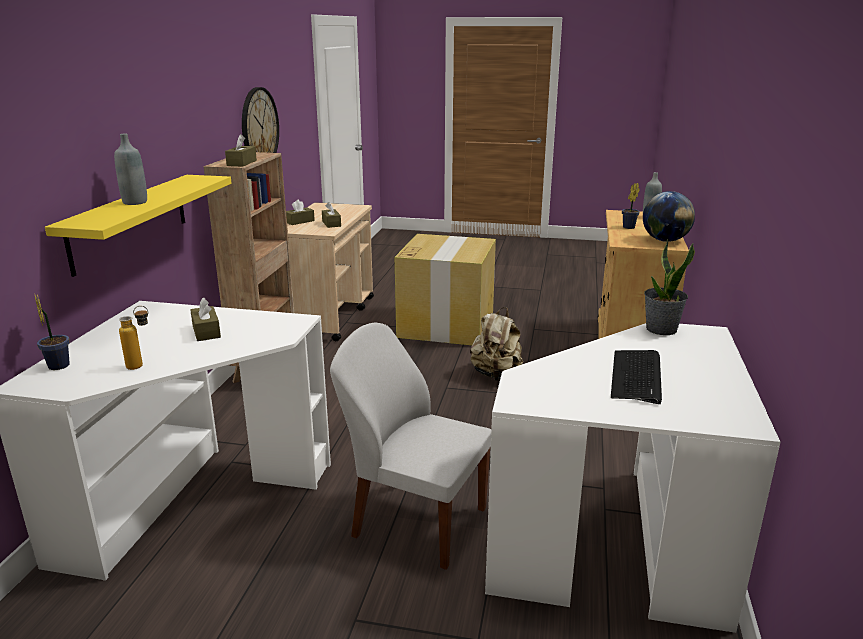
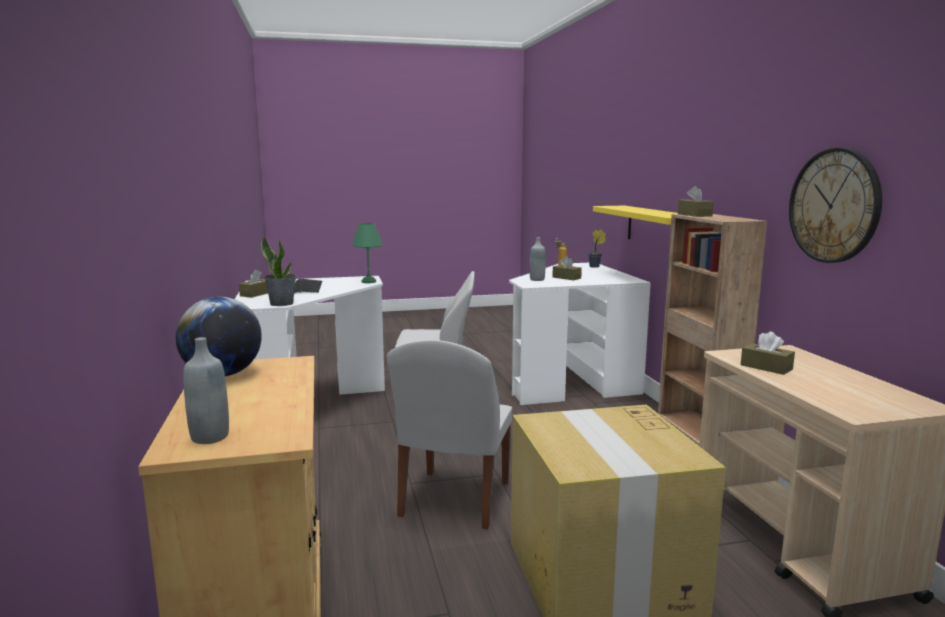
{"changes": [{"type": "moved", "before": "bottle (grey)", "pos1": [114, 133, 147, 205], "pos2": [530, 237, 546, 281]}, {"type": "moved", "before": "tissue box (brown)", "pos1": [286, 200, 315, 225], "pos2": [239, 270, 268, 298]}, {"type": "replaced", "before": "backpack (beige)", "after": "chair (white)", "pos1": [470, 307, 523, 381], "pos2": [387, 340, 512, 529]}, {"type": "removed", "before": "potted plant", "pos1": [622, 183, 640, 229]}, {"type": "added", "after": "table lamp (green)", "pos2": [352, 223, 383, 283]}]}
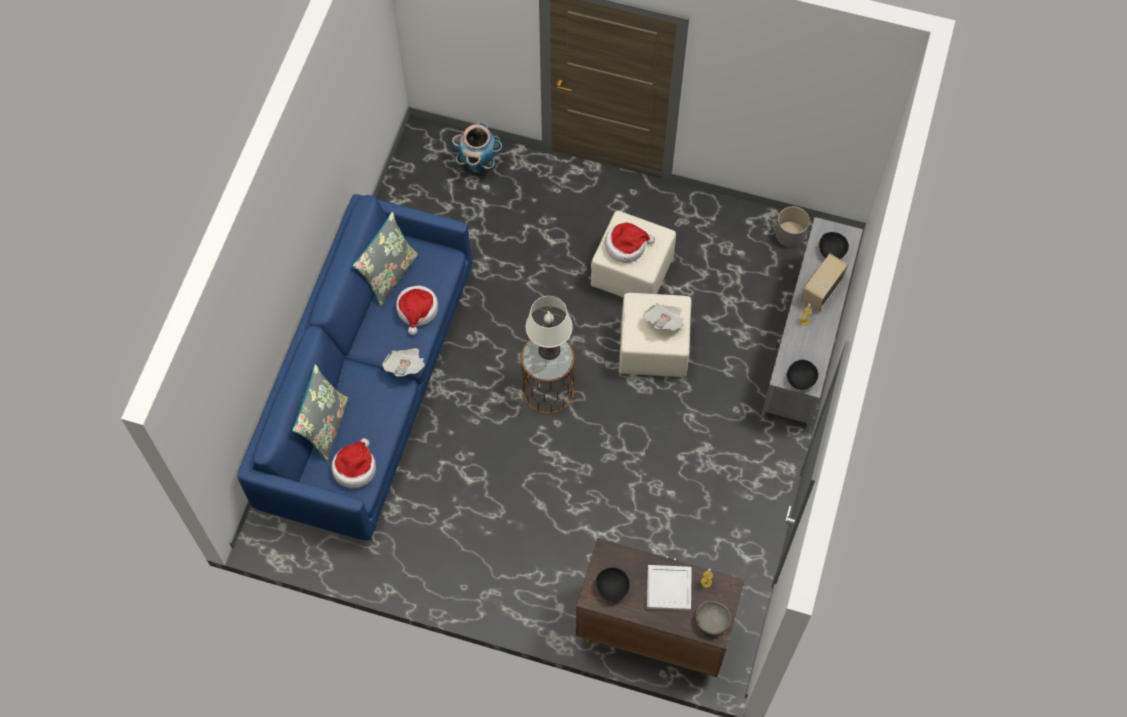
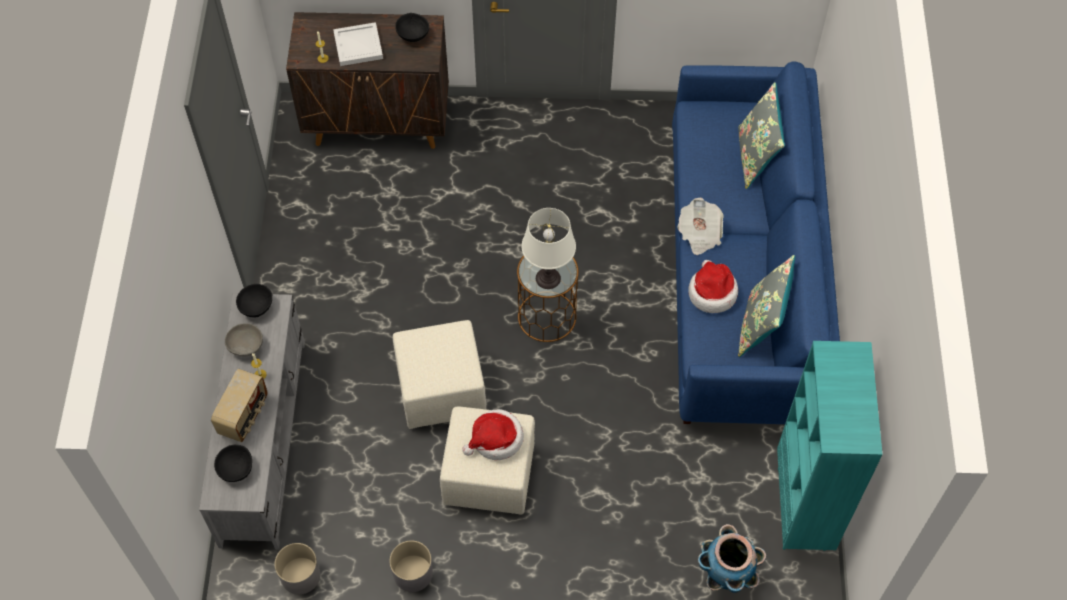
{"changes": [{"type": "removed", "before": "hat", "pos1": [331, 438, 376, 488]}, {"type": "removed", "before": "newspaper", "pos1": [644, 303, 684, 330]}, {"type": "moved", "before": "bowl (grey)", "pos1": [695, 601, 731, 635], "pos2": [225, 323, 263, 356]}, {"type": "added", "after": "planter (grey)", "pos2": [389, 540, 433, 592]}, {"type": "added", "after": "bookcase (turquoise)", "pos2": [777, 341, 883, 551]}]}
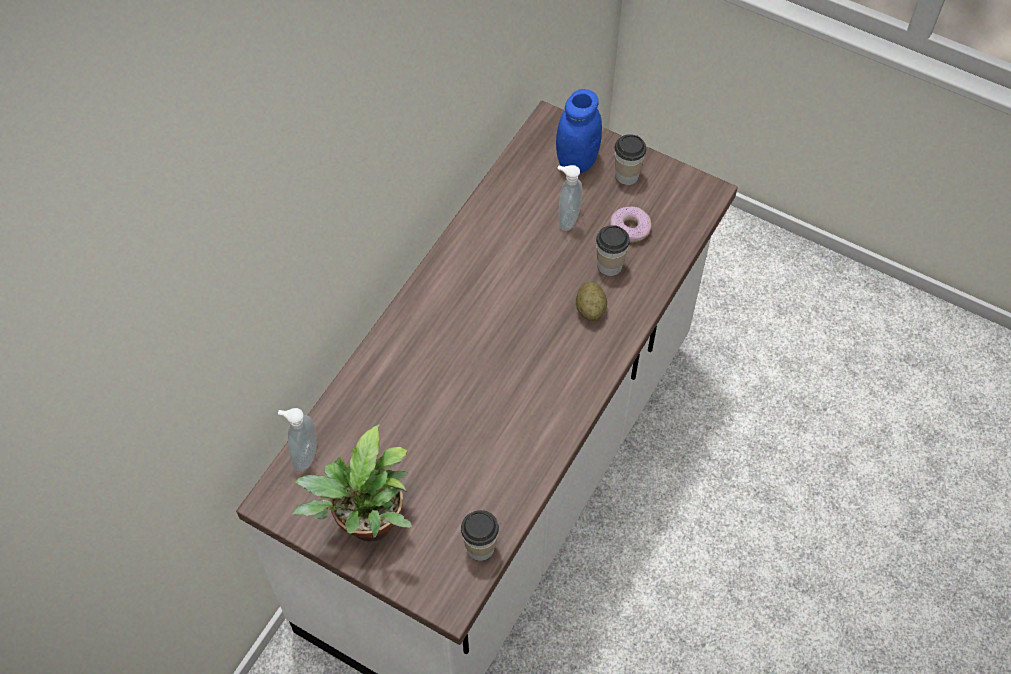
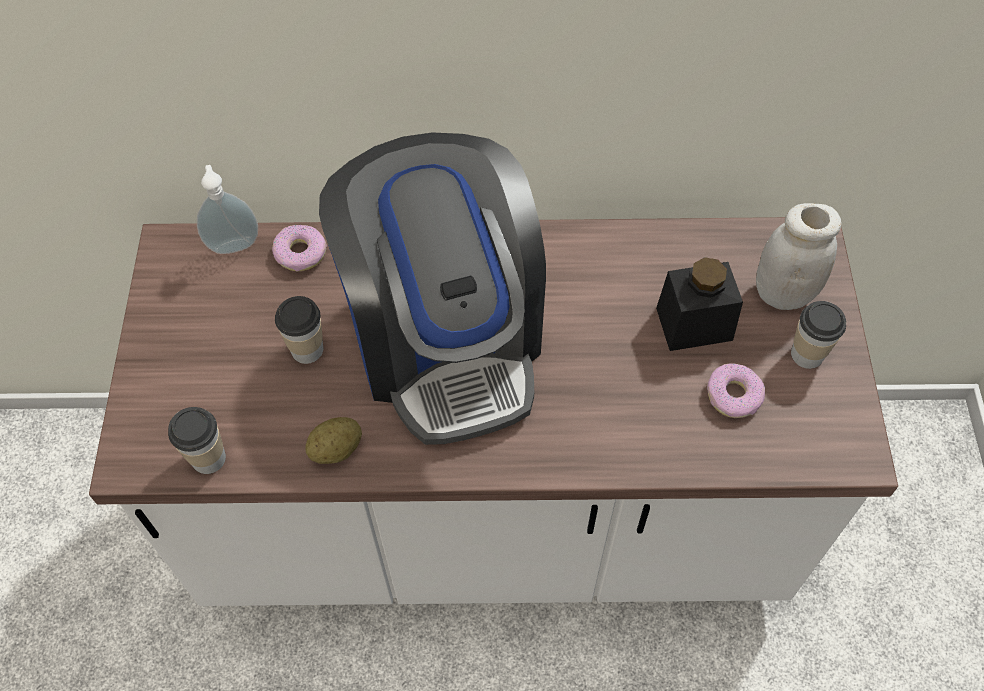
{"changes": [{"type": "removed", "before": "potted plant", "pos1": [292, 424, 412, 542]}, {"type": "recoloured", "before": "jar (blue)", "after": "jar (white)", "pos1": [556, 89, 602, 173], "pos2": [756, 203, 841, 310]}, {"type": "replaced", "before": "soap dispenser", "after": "jar (black)", "pos1": [558, 165, 582, 231], "pos2": [656, 257, 743, 351]}, {"type": "moved", "before": "potato", "pos1": [576, 282, 607, 322], "pos2": [305, 417, 362, 464]}, {"type": "moved", "before": "cup", "pos1": [596, 225, 630, 276], "pos2": [275, 296, 323, 364]}, {"type": "added", "after": "donut", "pos2": [272, 224, 327, 272]}, {"type": "added", "after": "coffee machine", "pos2": [319, 132, 546, 445]}]}
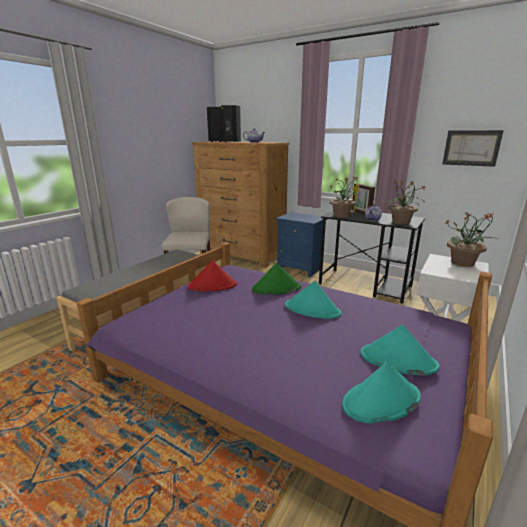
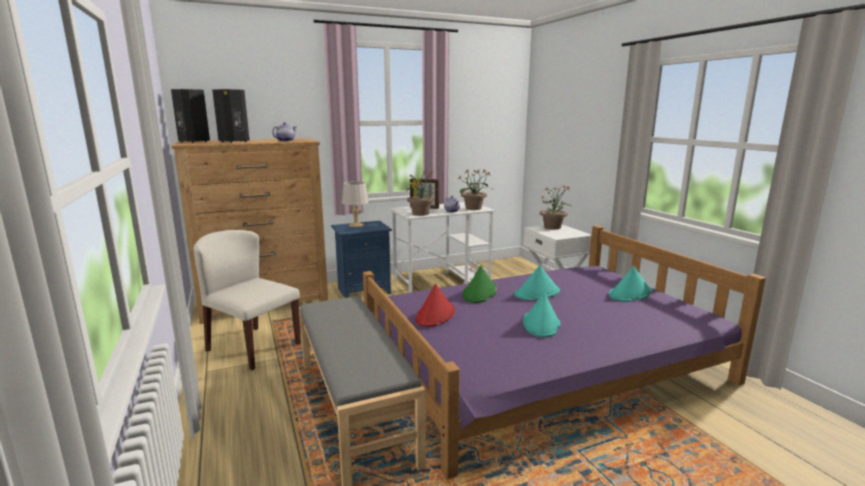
{"changes": [{"type": "recoloured", "before": "desk (black)", "after": "desk (white)", "pos1": [319, 209, 425, 304], "pos2": [390, 202, 496, 293]}, {"type": "moved", "before": "hat (turquoise)", "pos1": [342, 362, 421, 423], "pos2": [523, 292, 560, 338]}, {"type": "removed", "before": "picture", "pos1": [442, 130, 504, 167]}, {"type": "added", "after": "table lamp (grey)", "pos2": [342, 181, 369, 227]}]}
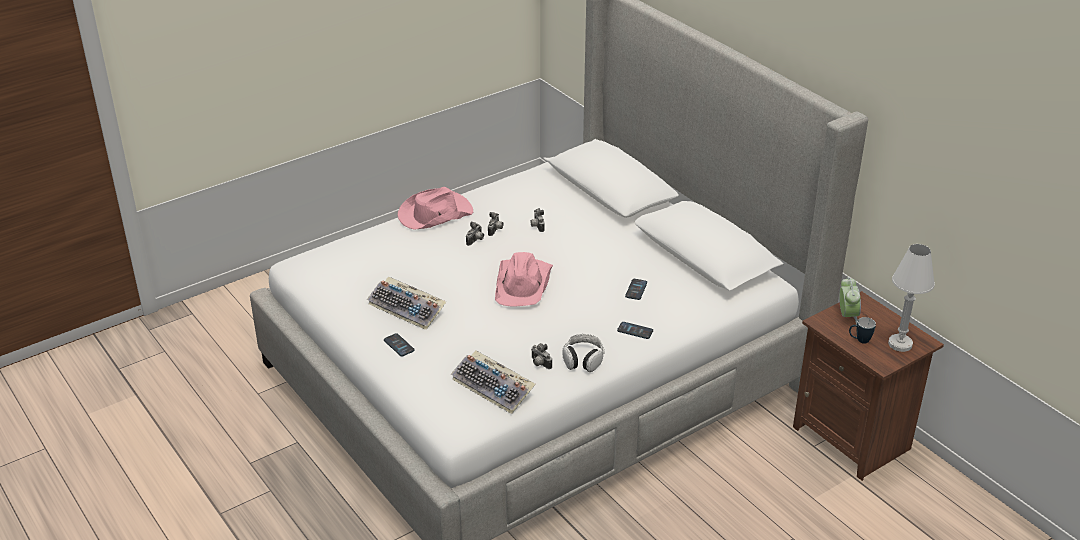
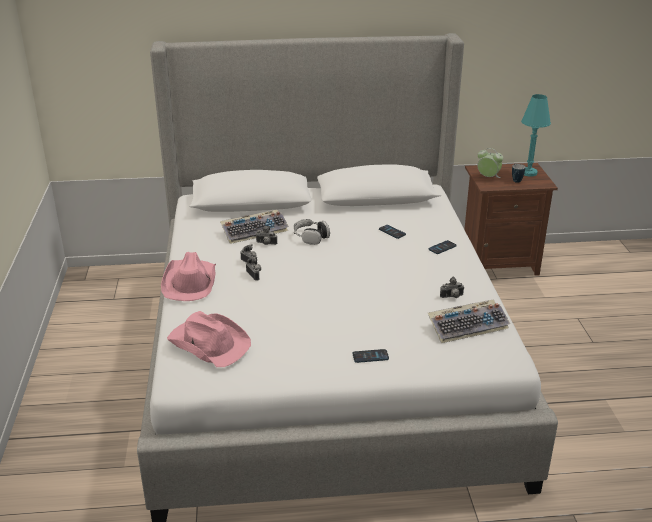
{"changes": [{"type": "moved", "before": "keyboard", "pos1": [367, 276, 446, 330], "pos2": [220, 210, 289, 244]}, {"type": "moved", "before": "hat (pink)", "pos1": [495, 252, 553, 306], "pos2": [167, 311, 251, 367]}, {"type": "moved", "before": "headphones", "pos1": [562, 334, 604, 372], "pos2": [294, 219, 330, 245]}, {"type": "recoloured", "before": "table lamp (white)", "after": "table lamp (turquoise)", "pos1": [888, 244, 935, 352], "pos2": [521, 94, 551, 177]}]}
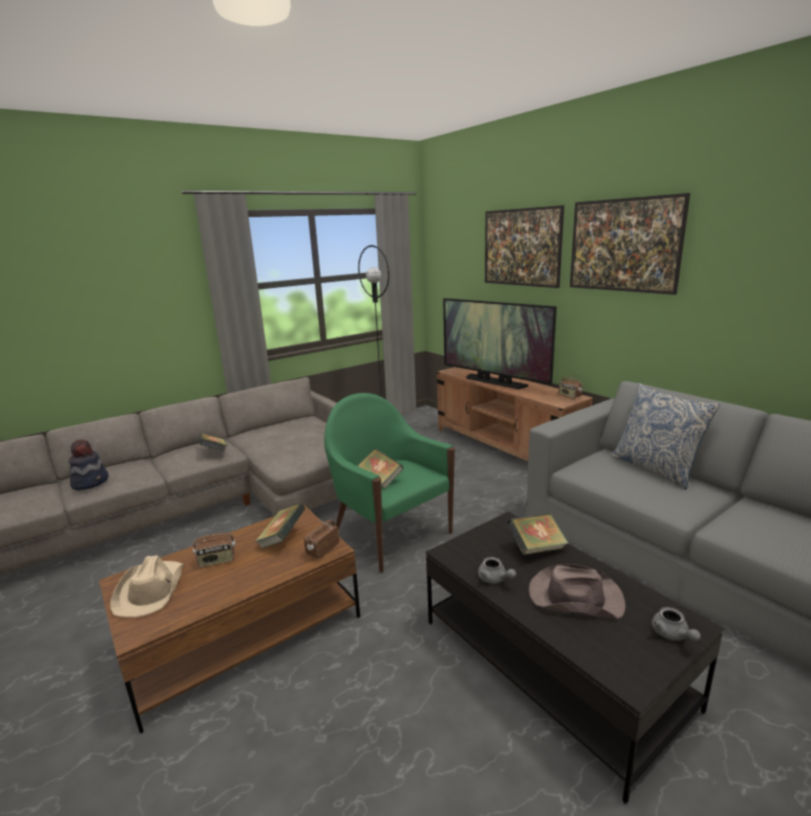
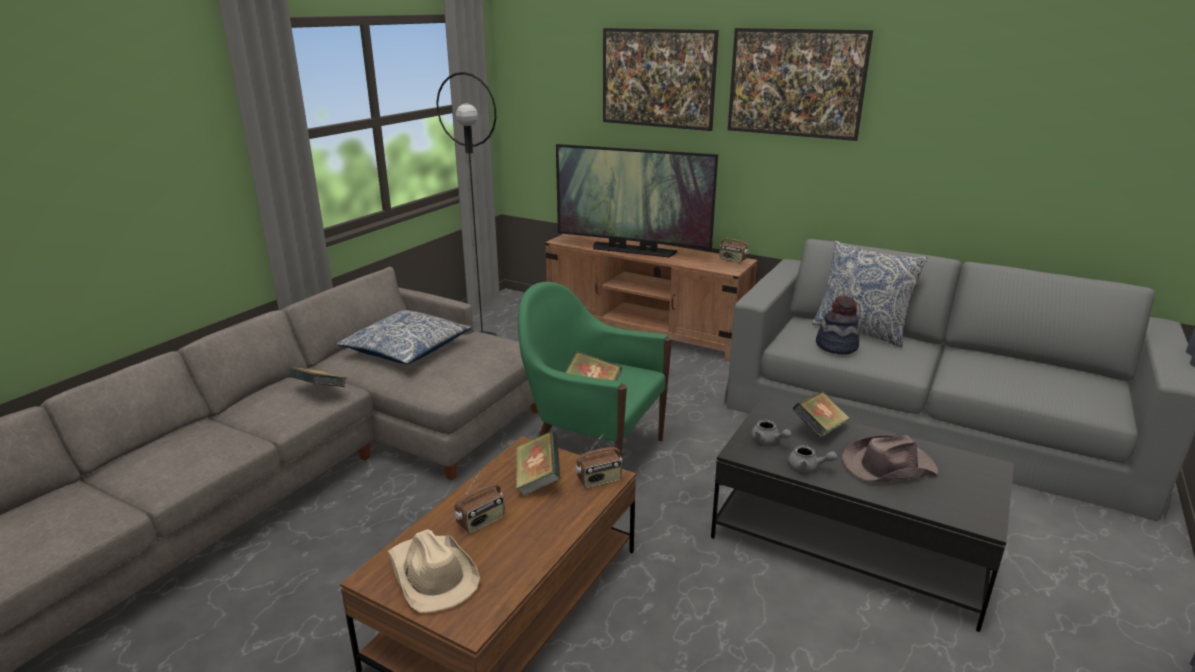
{"changes": [{"type": "moved", "before": "hat", "pos1": [69, 439, 108, 490], "pos2": [816, 295, 859, 355]}, {"type": "turned", "before": "radio", "pos1": [304, 520, 339, 559], "pos2": [575, 433, 622, 488], "turn": -120}, {"type": "moved", "before": "teapot (grey)", "pos1": [652, 607, 701, 641], "pos2": [751, 419, 791, 444]}, {"type": "added", "after": "pillow", "pos2": [337, 310, 472, 364]}]}
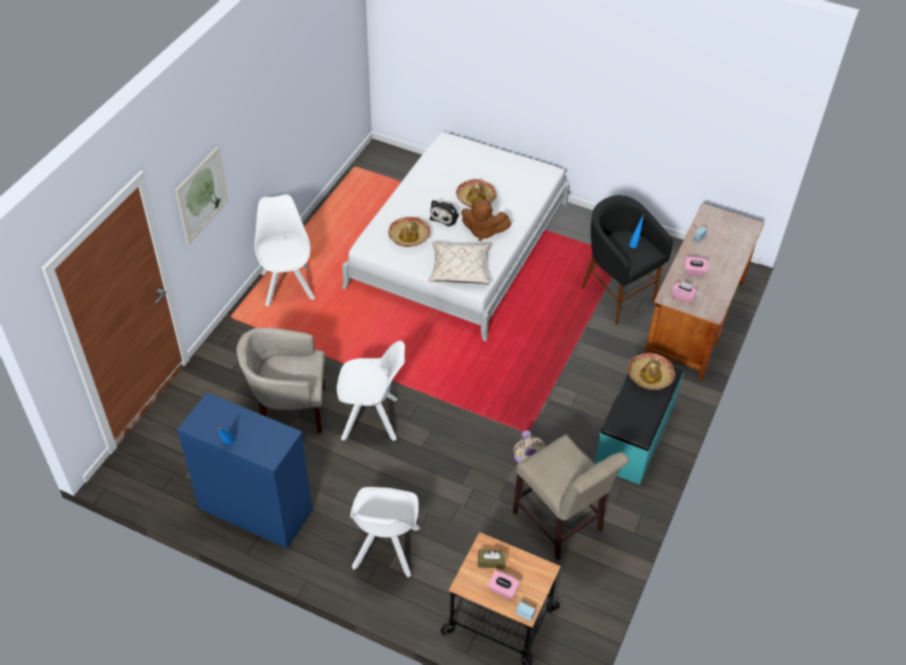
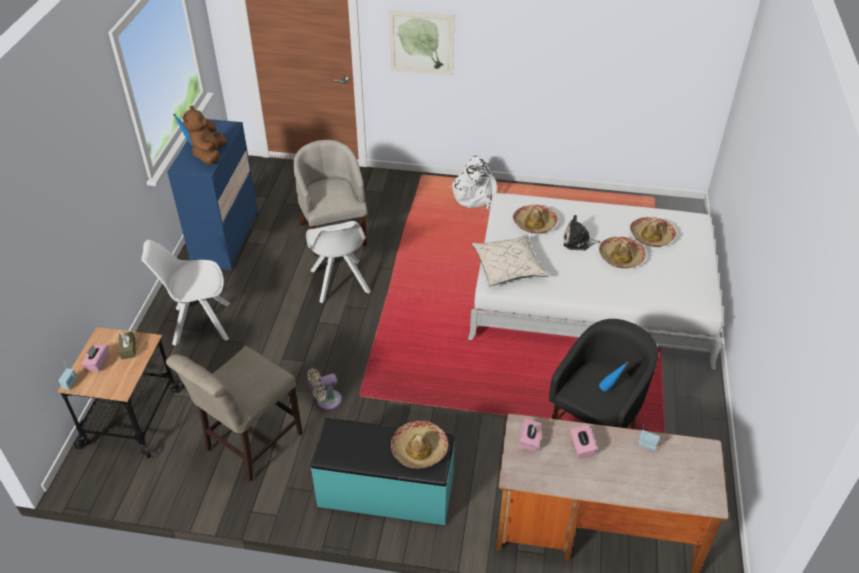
{"changes": [{"type": "replaced", "before": "chair (white)", "after": "backpack (white)", "pos1": [255, 194, 315, 307], "pos2": [450, 155, 497, 209]}, {"type": "moved", "before": "plush toy (brown)", "pos1": [461, 199, 512, 241], "pos2": [183, 106, 226, 165]}, {"type": "added", "after": "hat", "pos2": [630, 217, 676, 247]}]}
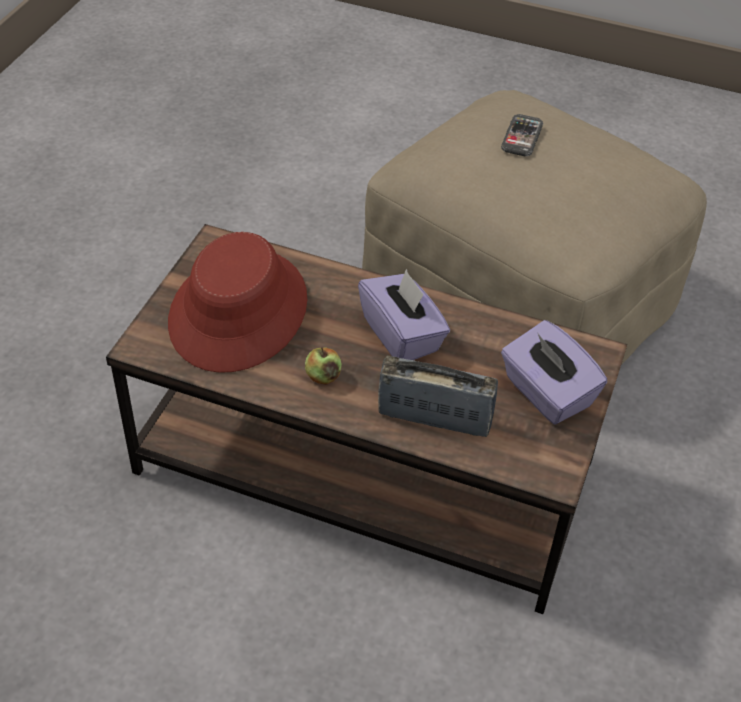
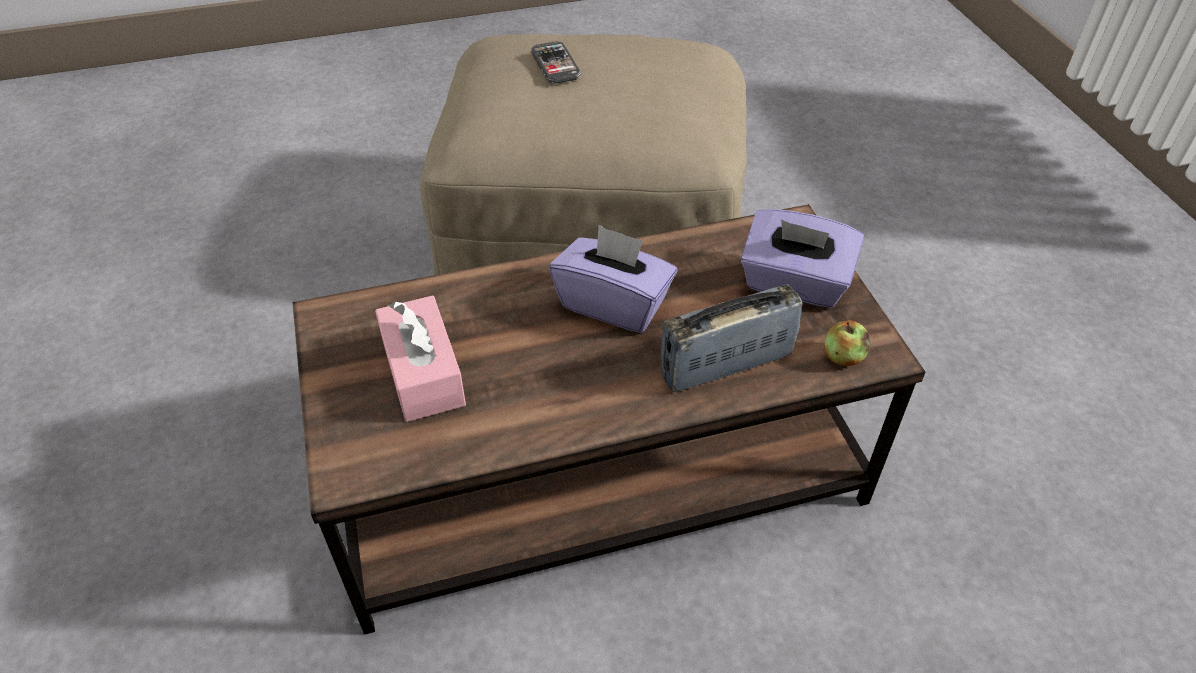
{"changes": [{"type": "replaced", "before": "hat (red)", "after": "tissue box (pink)", "pos1": [168, 232, 307, 373], "pos2": [375, 296, 466, 422]}, {"type": "moved", "before": "apple", "pos1": [305, 347, 342, 384], "pos2": [824, 320, 871, 366]}]}
